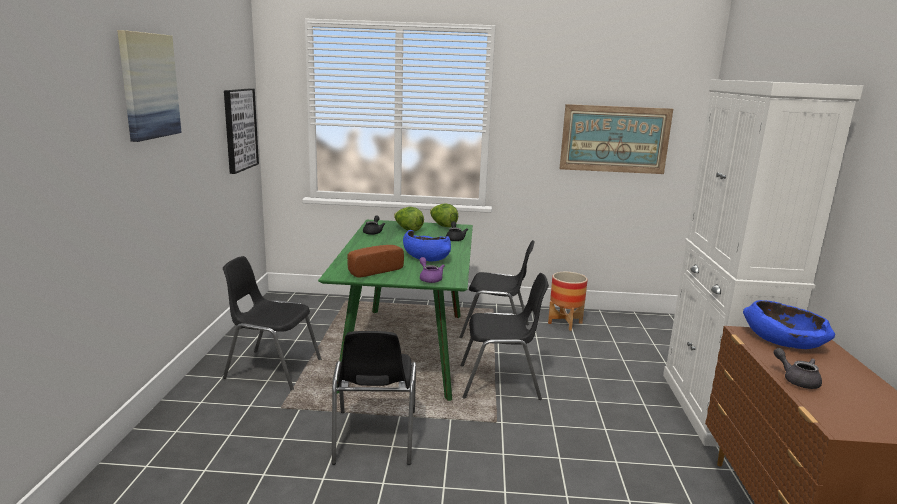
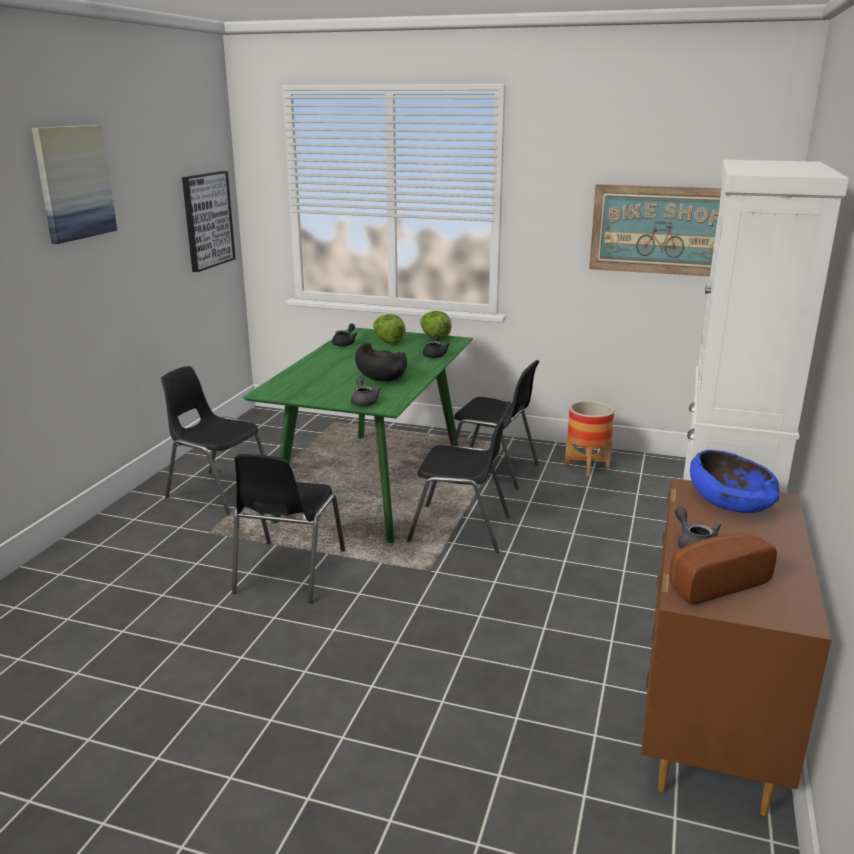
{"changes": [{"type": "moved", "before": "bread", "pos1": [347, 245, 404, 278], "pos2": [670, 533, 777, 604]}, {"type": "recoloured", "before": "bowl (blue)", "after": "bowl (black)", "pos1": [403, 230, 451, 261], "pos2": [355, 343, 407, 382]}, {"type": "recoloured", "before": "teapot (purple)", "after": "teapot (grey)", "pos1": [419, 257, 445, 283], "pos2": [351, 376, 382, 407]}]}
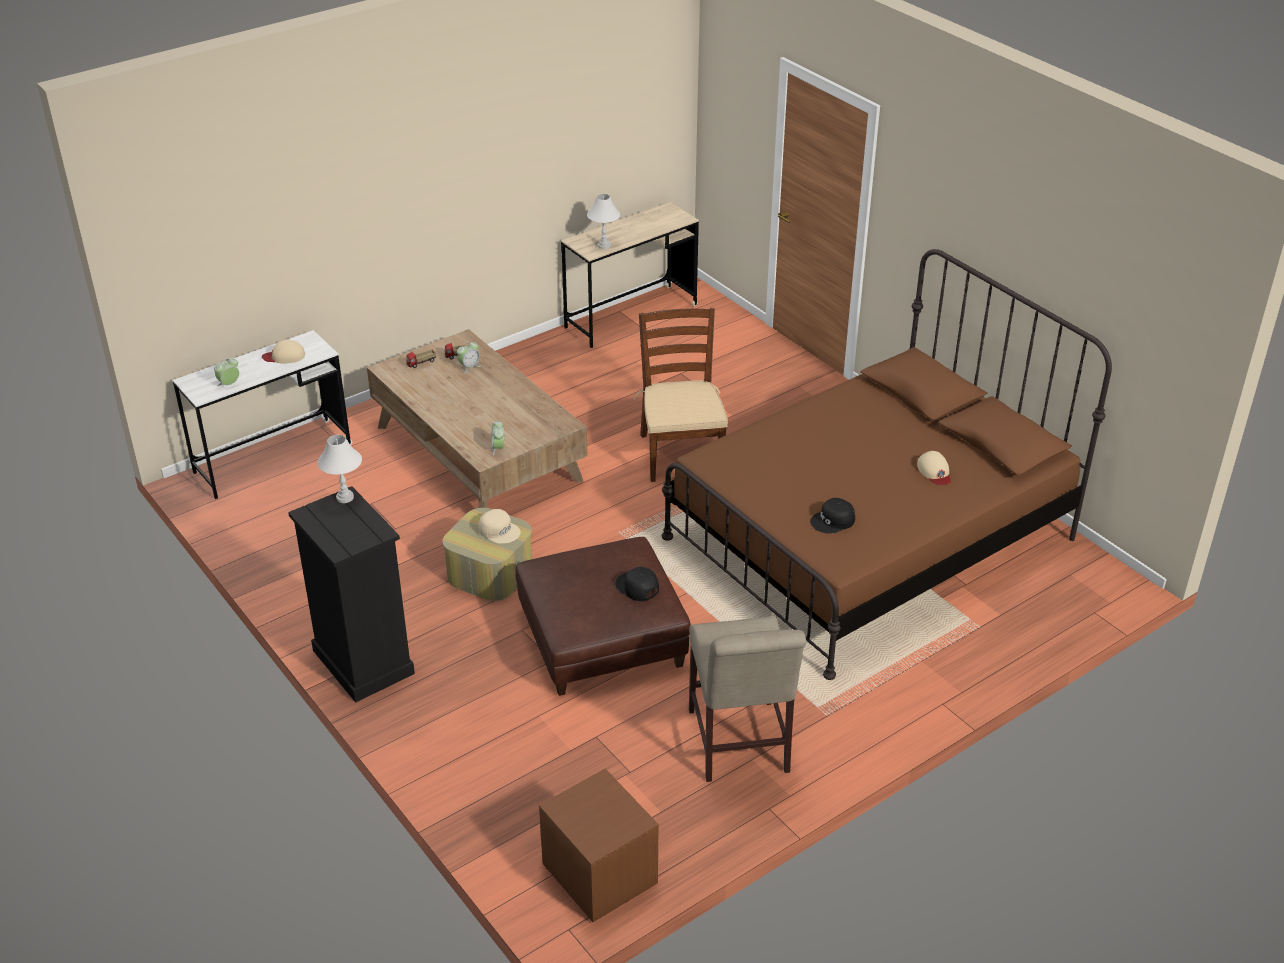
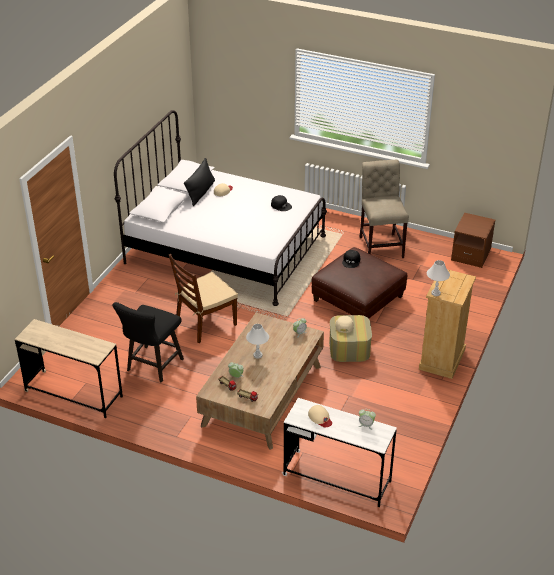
{"changes": [{"type": "recoloured", "before": "dresser (black)", "after": "dresser (beige)", "pos1": [288, 486, 415, 703], "pos2": [419, 269, 476, 379]}, {"type": "moved", "before": "table lamp (white)", "pos1": [587, 194, 620, 249], "pos2": [246, 324, 269, 359]}, {"type": "recoloured", "before": "bed (brown)", "after": "bed (white)", "pos1": [662, 249, 1112, 680], "pos2": [114, 110, 327, 306]}, {"type": "turned", "before": "chair (beige)", "pos1": [689, 616, 806, 782], "pos2": [360, 160, 409, 258], "turn": -60}, {"type": "added", "after": "stool (black)", "pos2": [112, 302, 184, 383]}, {"type": "added", "after": "pillow (black)", "pos2": [184, 158, 215, 206]}]}
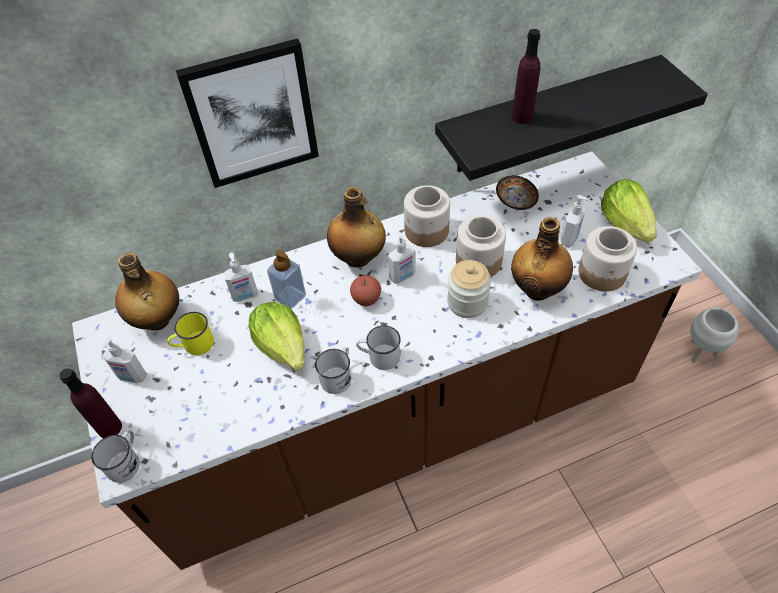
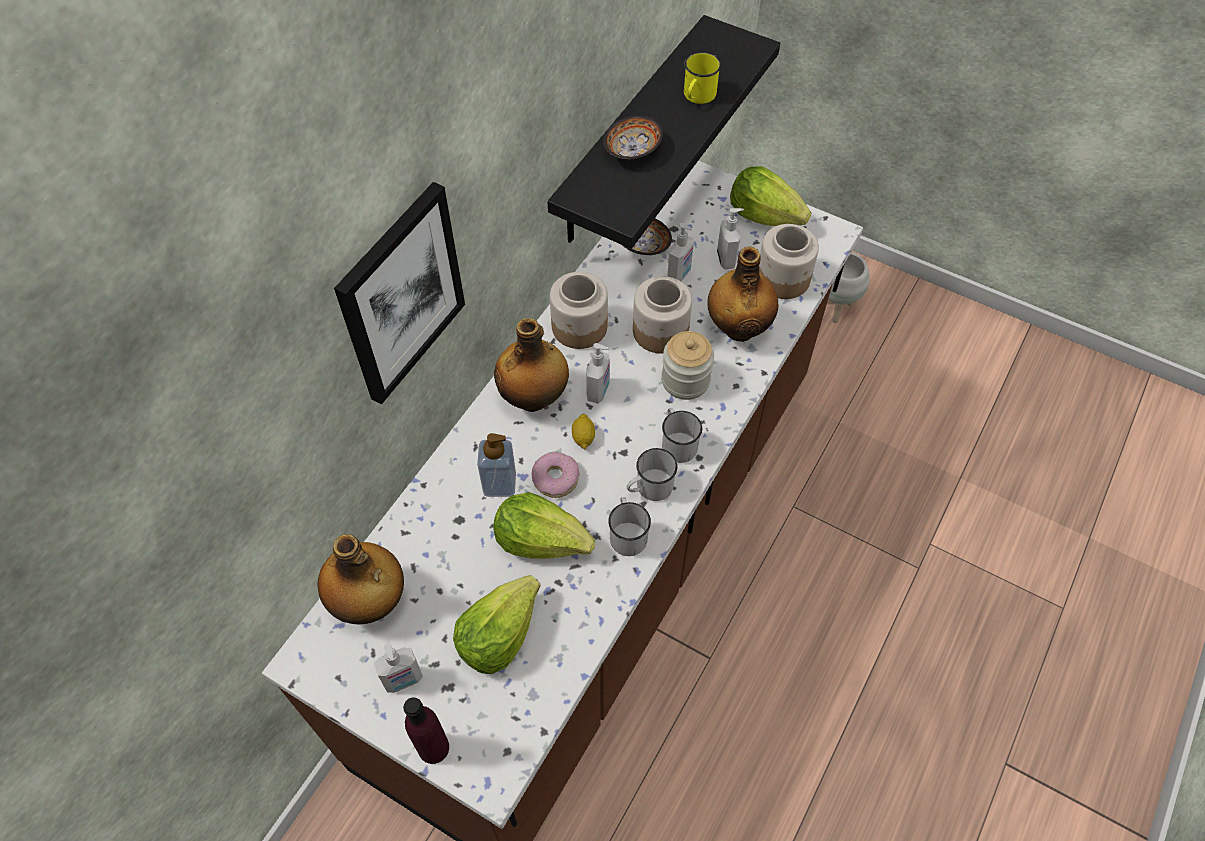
{"changes": [{"type": "moved", "before": "mug (white)", "pos1": [91, 430, 140, 483], "pos2": [662, 408, 702, 463]}, {"type": "moved", "before": "mug (yellow)", "pos1": [167, 312, 214, 355], "pos2": [684, 52, 721, 104]}, {"type": "moved", "before": "soap dispenser", "pos1": [223, 253, 258, 302], "pos2": [667, 223, 694, 282]}, {"type": "replaced", "before": "apple", "after": "lemon", "pos1": [350, 275, 381, 306], "pos2": [572, 414, 595, 449]}, {"type": "replaced", "before": "bottle (purple)", "after": "bowl", "pos1": [512, 29, 540, 124], "pos2": [603, 116, 663, 159]}, {"type": "added", "after": "lettuce", "pos2": [453, 575, 541, 674]}, {"type": "added", "after": "donut", "pos2": [531, 452, 579, 498]}]}
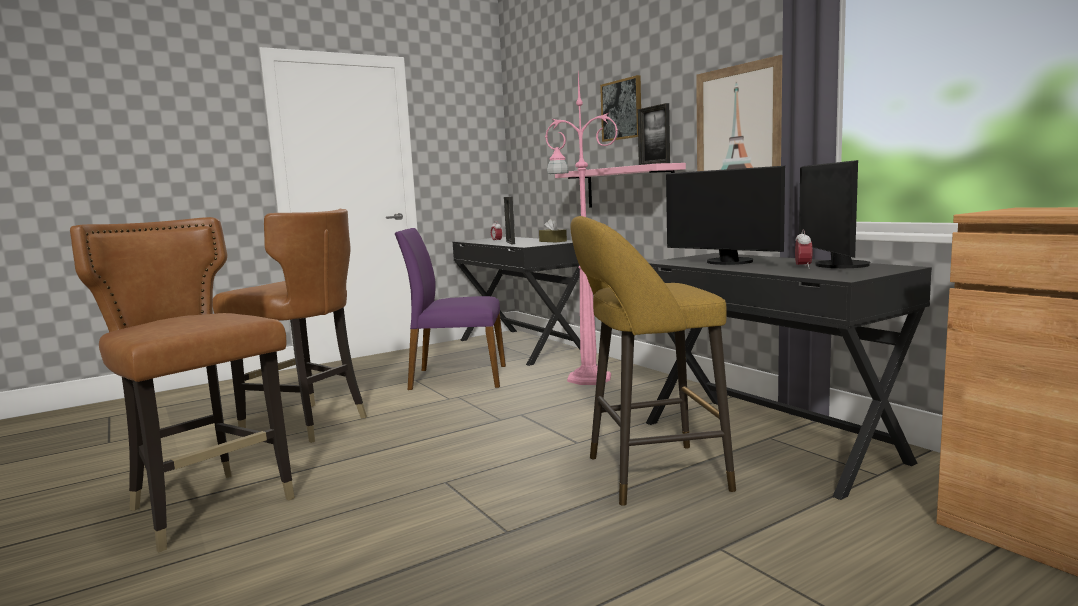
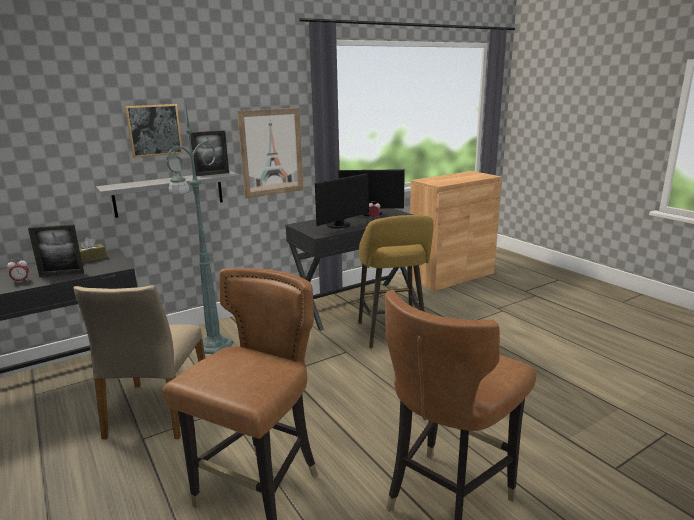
{"changes": [{"type": "recoloured", "before": "chair (purple)", "after": "chair (beige)", "pos1": [395, 228, 506, 390], "pos2": [73, 285, 205, 439]}, {"type": "recoloured", "before": "floor lamp (pink)", "after": "floor lamp (green)", "pos1": [545, 72, 618, 385], "pos2": [166, 107, 233, 354]}, {"type": "recoloured", "before": "shelf (pink)", "after": "shelf (grey)", "pos1": [555, 163, 686, 207], "pos2": [96, 171, 241, 218]}]}
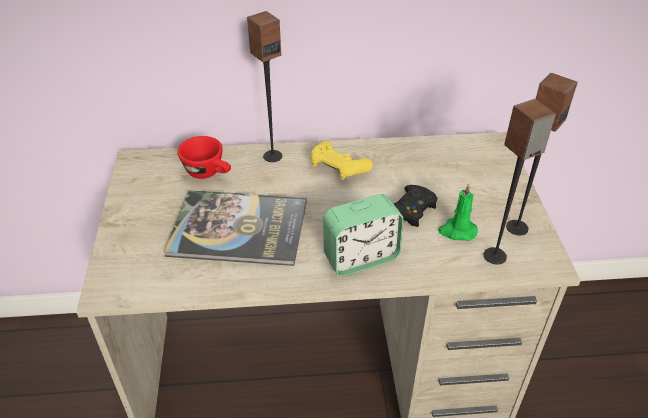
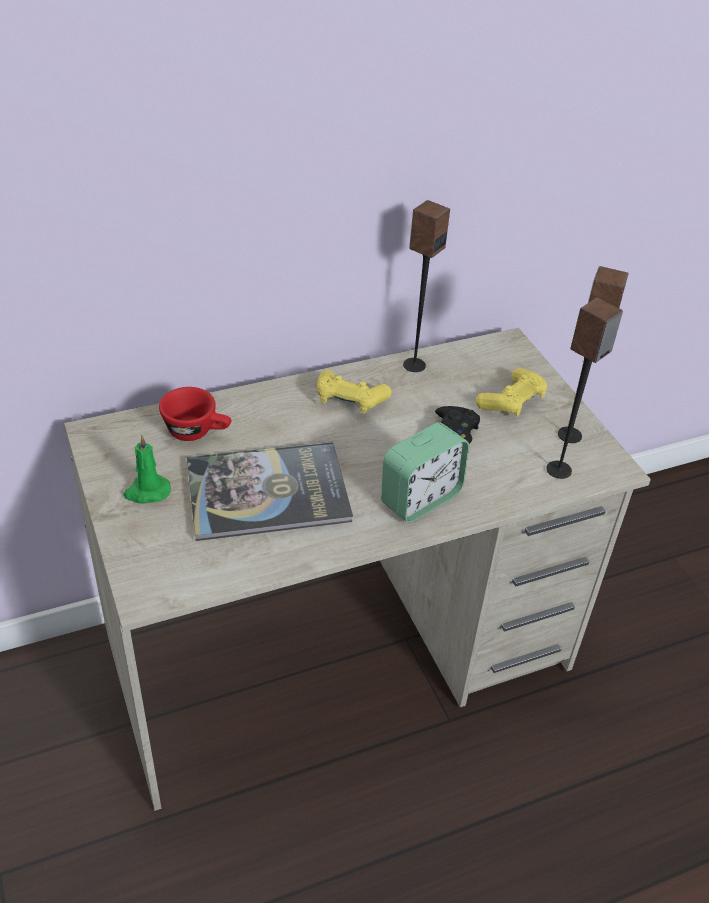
{"changes": [{"type": "moved", "before": "speaker", "pos1": [247, 11, 282, 162], "pos2": [403, 200, 450, 372]}, {"type": "moved", "before": "candle (green)", "pos1": [438, 183, 478, 241], "pos2": [123, 435, 171, 504]}, {"type": "added", "after": "game controller (yellow)", "pos2": [476, 368, 547, 417]}]}
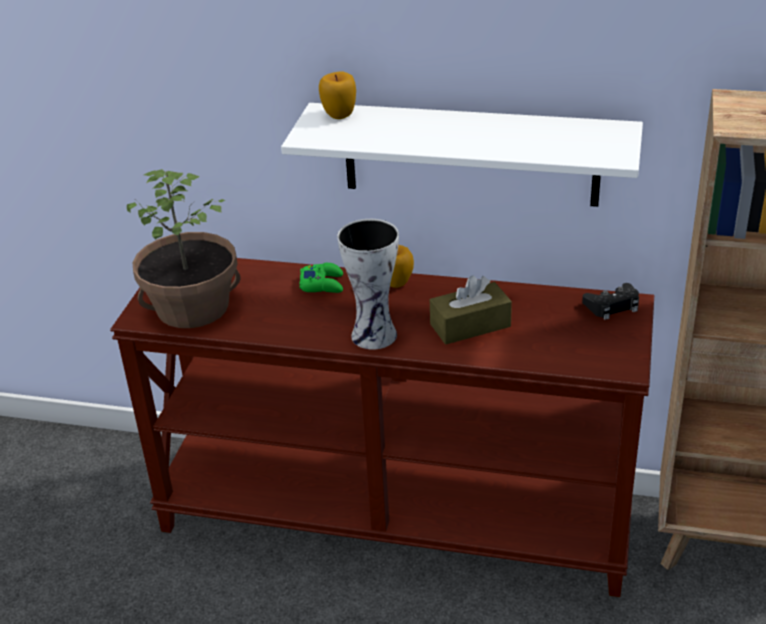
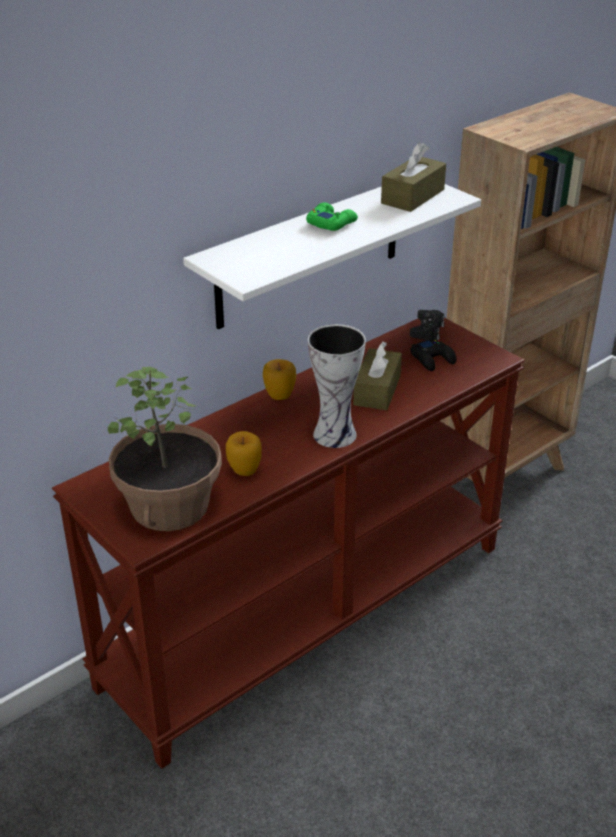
{"changes": [{"type": "moved", "before": "game controller (green)", "pos1": [299, 263, 343, 293], "pos2": [306, 202, 358, 231]}, {"type": "moved", "before": "apple", "pos1": [319, 72, 356, 119], "pos2": [226, 431, 262, 476]}, {"type": "added", "after": "tissue box (brown)", "pos2": [381, 143, 446, 212]}, {"type": "added", "after": "game controller (black)", "pos2": [410, 339, 457, 371]}]}
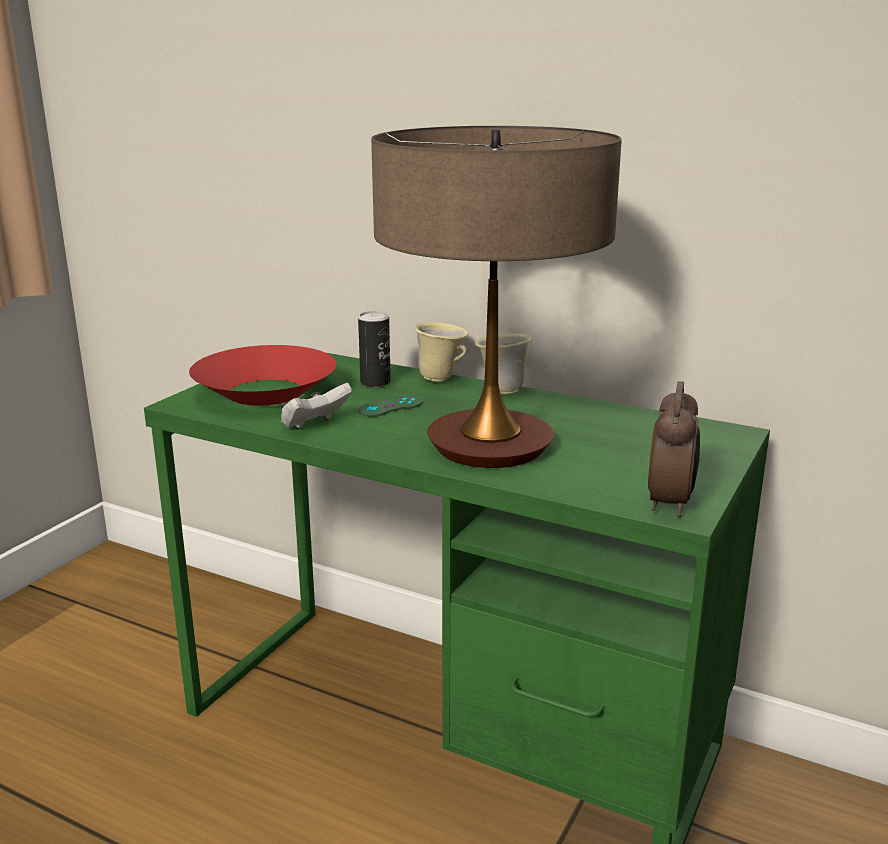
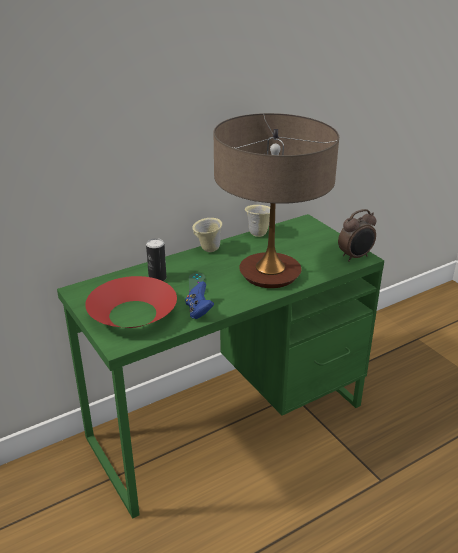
{"changes": [{"type": "recoloured", "before": "game controller (white)", "after": "game controller (blue)", "pos1": [281, 383, 352, 429], "pos2": [185, 281, 214, 319]}, {"type": "moved", "before": "mug (beige)", "pos1": [414, 322, 468, 382], "pos2": [245, 205, 270, 237]}, {"type": "turned", "before": "alarm clock", "pos1": [648, 381, 700, 517], "pos2": [338, 209, 377, 262], "turn": 105}]}
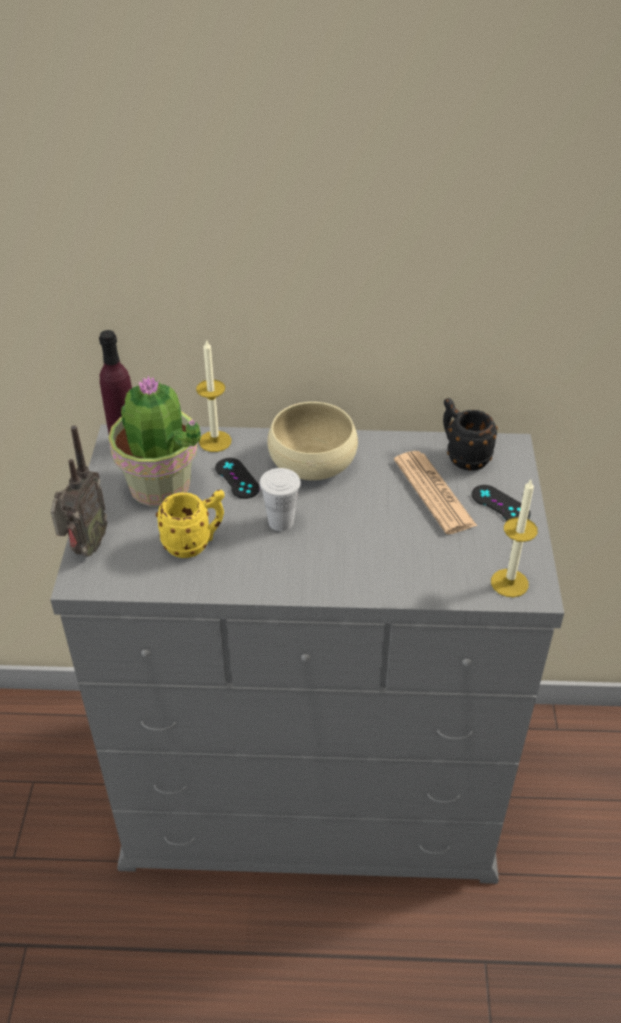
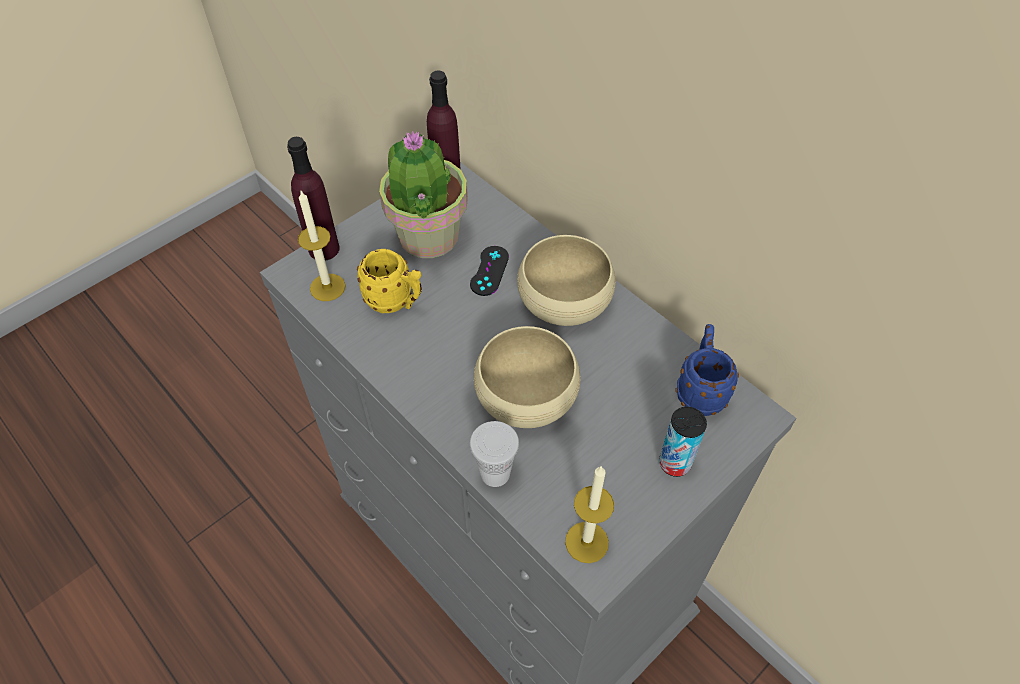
{"changes": [{"type": "replaced", "before": "radio", "after": "bottle (purple)", "pos1": [51, 426, 107, 556], "pos2": [287, 137, 340, 261]}, {"type": "moved", "before": "candle", "pos1": [196, 339, 231, 452], "pos2": [298, 191, 345, 301]}, {"type": "moved", "before": "cup (white)", "pos1": [259, 468, 301, 531], "pos2": [470, 421, 519, 487]}, {"type": "removed", "before": "newspaper", "pos1": [394, 451, 477, 534]}, {"type": "recoloured", "before": "mug (black)", "after": "mug (blue)", "pos1": [443, 398, 498, 471], "pos2": [675, 324, 739, 416]}, {"type": "replaced", "before": "game controller (black)", "after": "can", "pos1": [472, 485, 530, 520], "pos2": [659, 407, 707, 477]}, {"type": "added", "after": "bowl (beige)", "pos2": [474, 326, 580, 428]}]}
